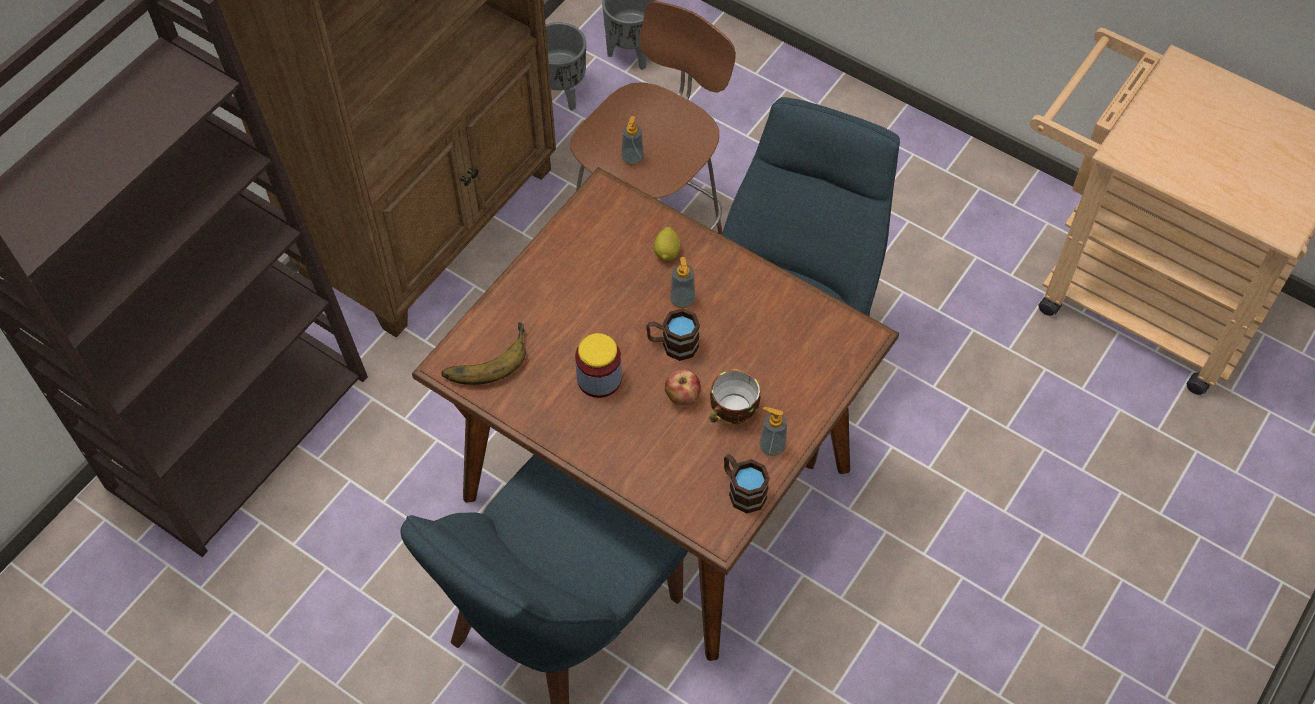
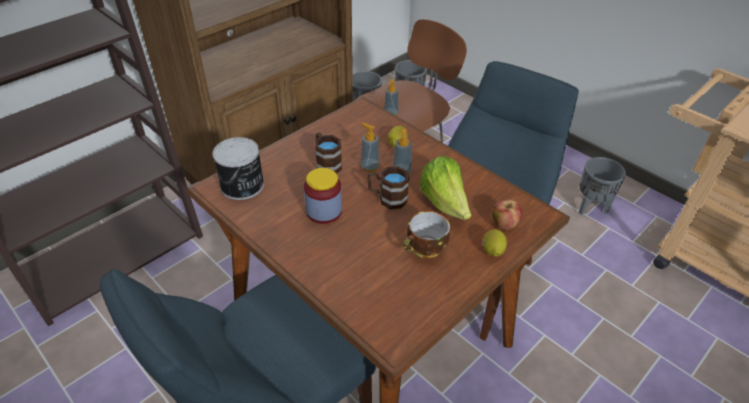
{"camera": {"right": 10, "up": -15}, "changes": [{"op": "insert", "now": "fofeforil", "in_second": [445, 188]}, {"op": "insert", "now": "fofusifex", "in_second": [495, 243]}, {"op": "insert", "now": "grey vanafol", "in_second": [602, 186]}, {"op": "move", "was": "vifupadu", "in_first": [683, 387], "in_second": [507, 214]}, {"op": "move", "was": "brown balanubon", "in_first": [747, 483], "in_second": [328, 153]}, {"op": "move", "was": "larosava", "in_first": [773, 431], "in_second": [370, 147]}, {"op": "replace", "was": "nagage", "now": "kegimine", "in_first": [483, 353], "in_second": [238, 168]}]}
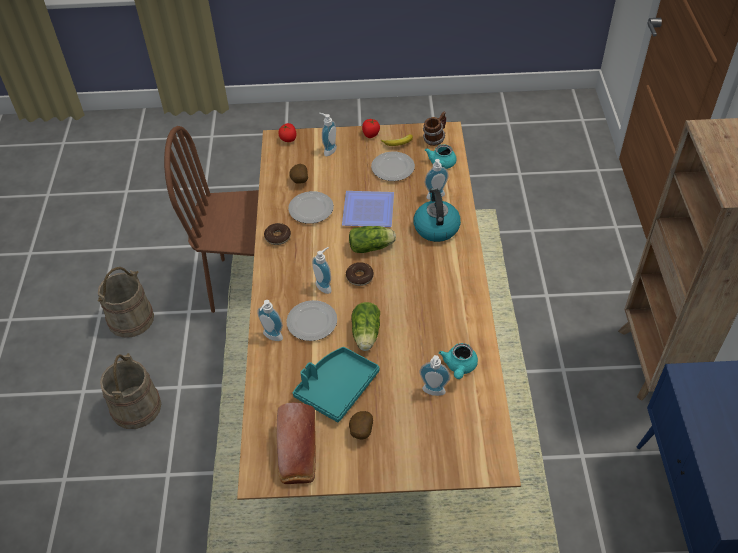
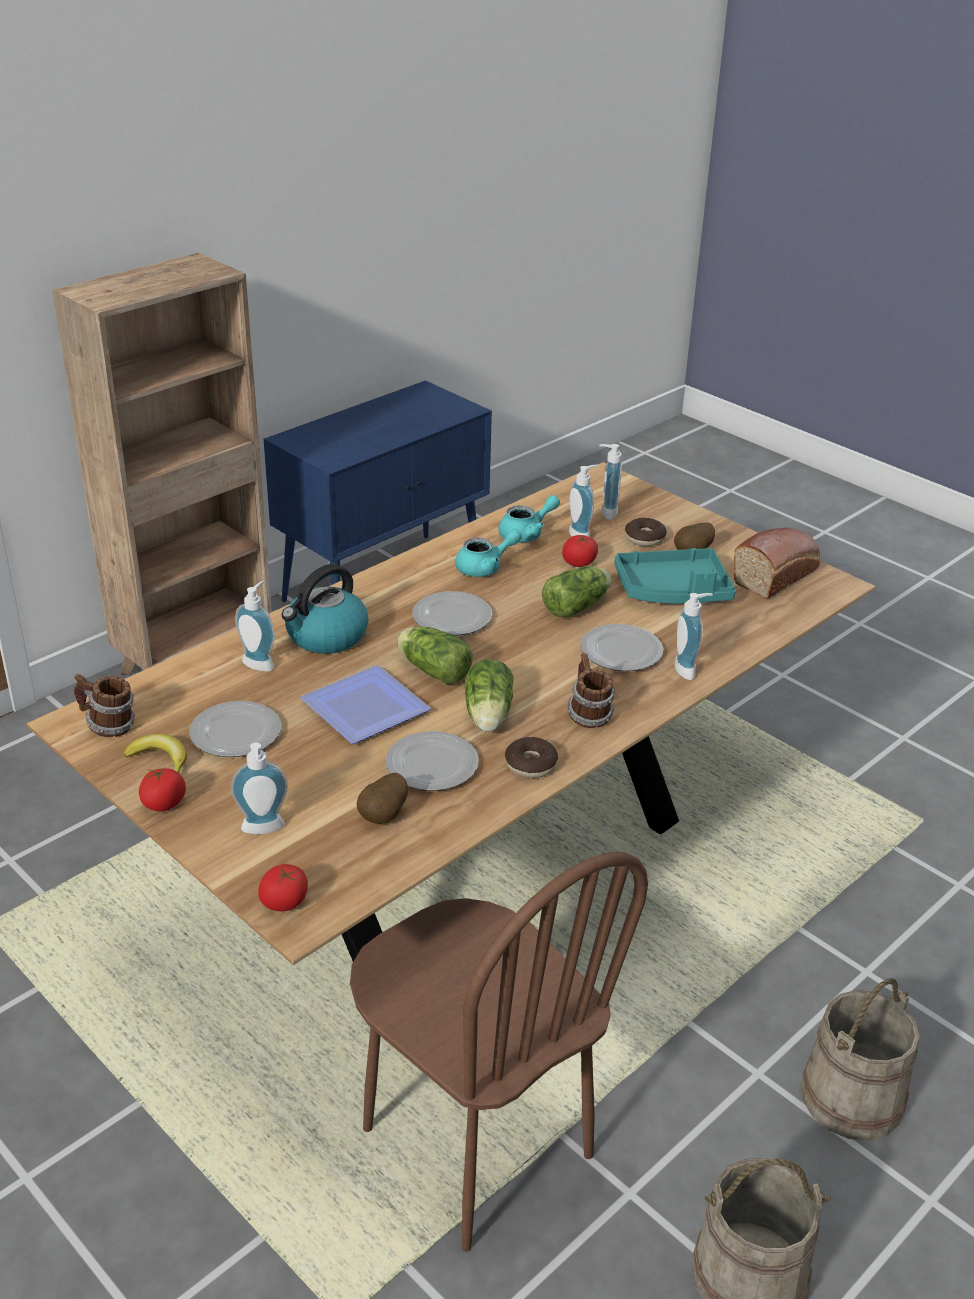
{"camera": {"right": -135, "up": -15}, "changes": [{"op": "insert", "now": "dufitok", "in_second": [452, 613]}, {"op": "insert", "now": "fofeforil", "in_second": [489, 695]}, {"op": "insert", "now": "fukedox", "in_second": [580, 551]}, {"op": "insert", "now": "balanubon", "in_second": [592, 690]}, {"op": "move", "was": "larosava", "in_first": [321, 270], "in_second": [610, 482]}, {"op": "move", "was": "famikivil", "in_first": [360, 274], "in_second": [646, 532]}, {"op": "move", "was": "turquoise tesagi", "in_first": [441, 156], "in_second": [488, 553]}]}
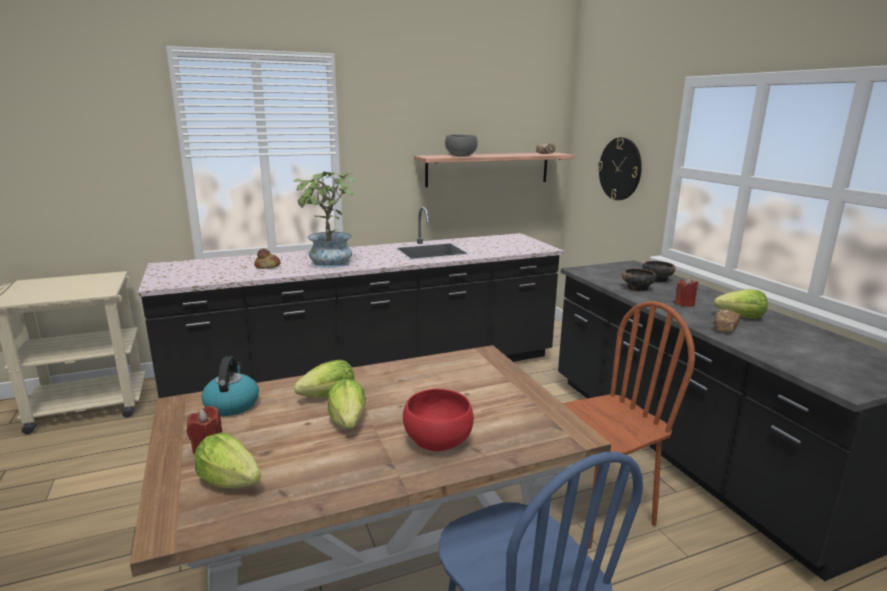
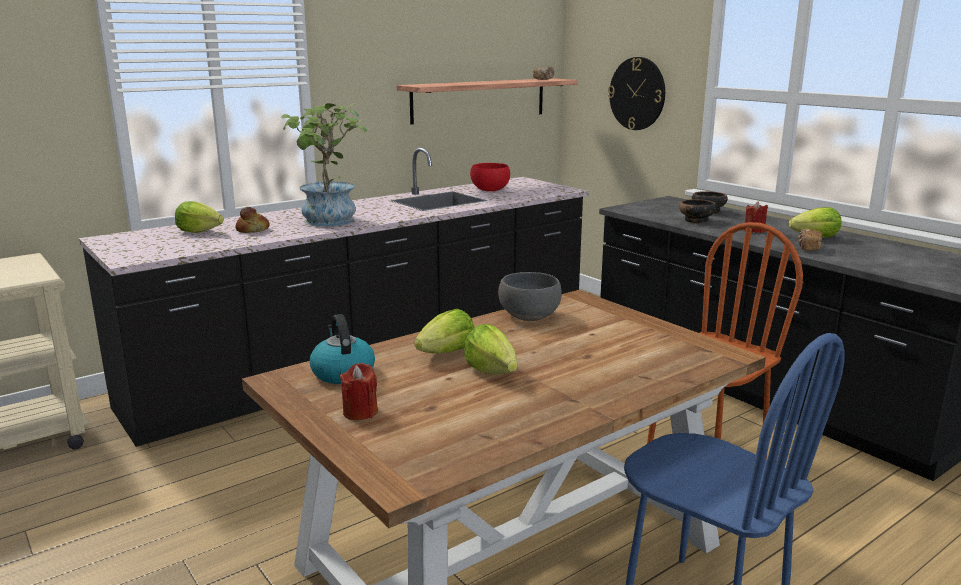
{"camera": {"right": -15, "up": 0}, "changes": [{"op": "move", "was": "fofeforil", "in_first": [227, 460], "in_second": [199, 217]}, {"op": "move", "was": "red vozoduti", "in_first": [438, 420], "in_second": [490, 177]}, {"op": "move", "was": "grey vozoduti", "in_first": [461, 145], "in_second": [530, 296]}]}
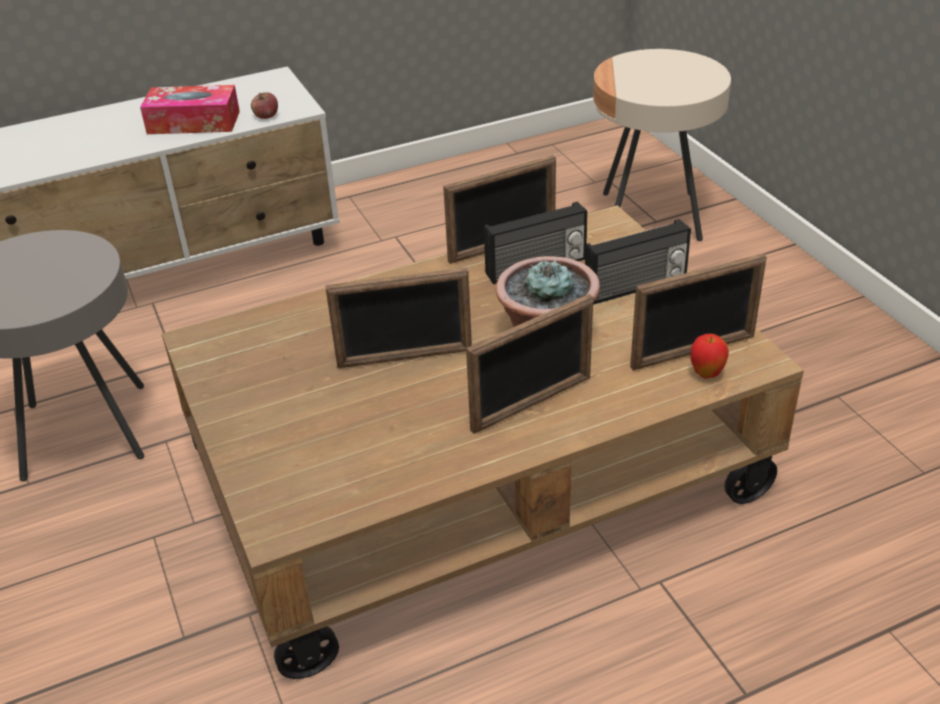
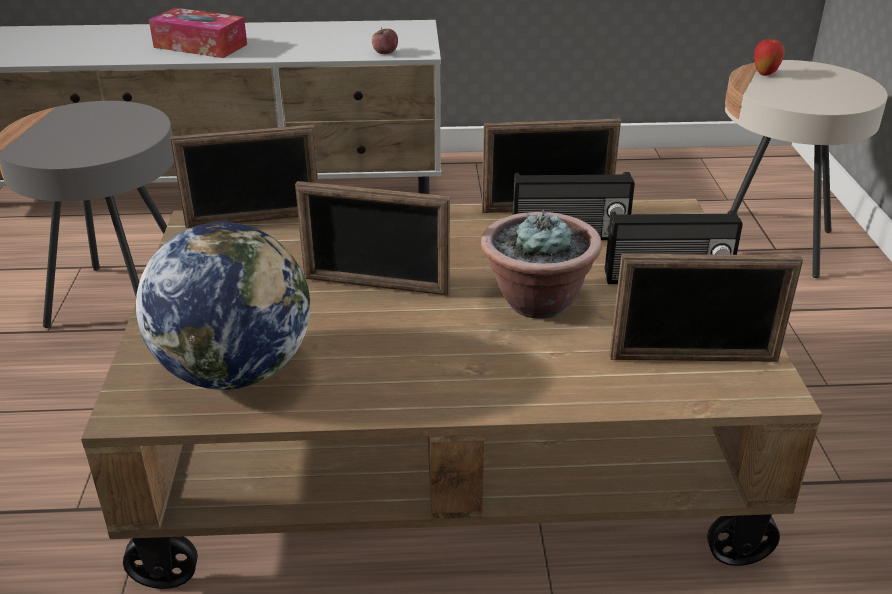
{"camera": {"right": 20, "up": -5}, "changes": [{"op": "insert", "now": "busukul", "in_second": [223, 306]}, {"op": "move", "was": "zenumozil", "in_first": [190, 109], "in_second": [198, 33]}, {"op": "move", "was": "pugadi", "in_first": [529, 364], "in_second": [244, 176]}, {"op": "move", "was": "vifupadu", "in_first": [710, 356], "in_second": [769, 57]}]}
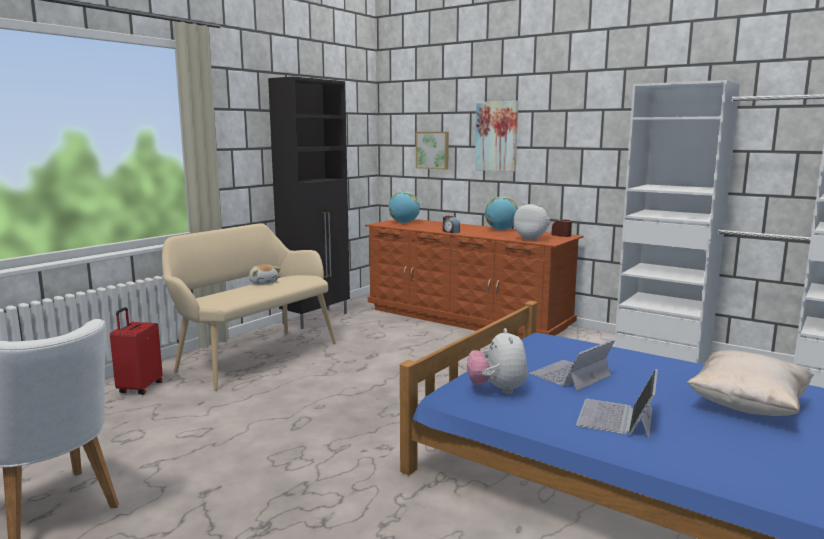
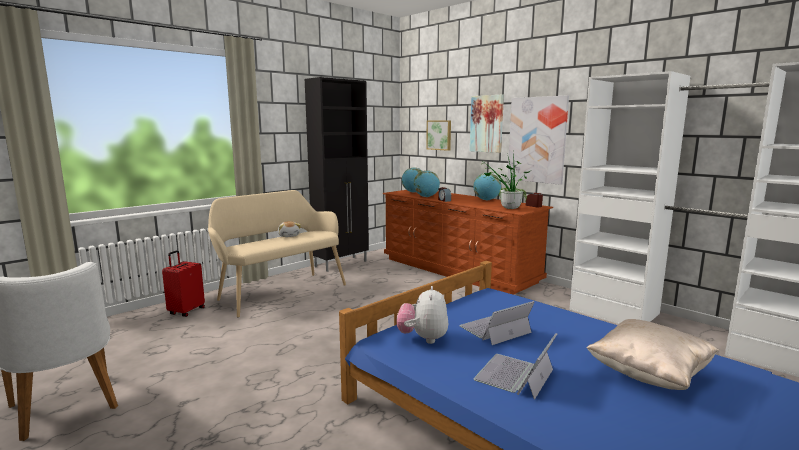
{"camera": {"right": 10, "up": 0}, "changes": [{"op": "insert", "now": "busukul", "in_second": [427, 183]}, {"op": "insert", "now": "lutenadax", "in_second": [538, 140]}, {"op": "replace", "was": "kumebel", "now": "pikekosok", "in_first": [532, 221], "in_second": [506, 181]}]}
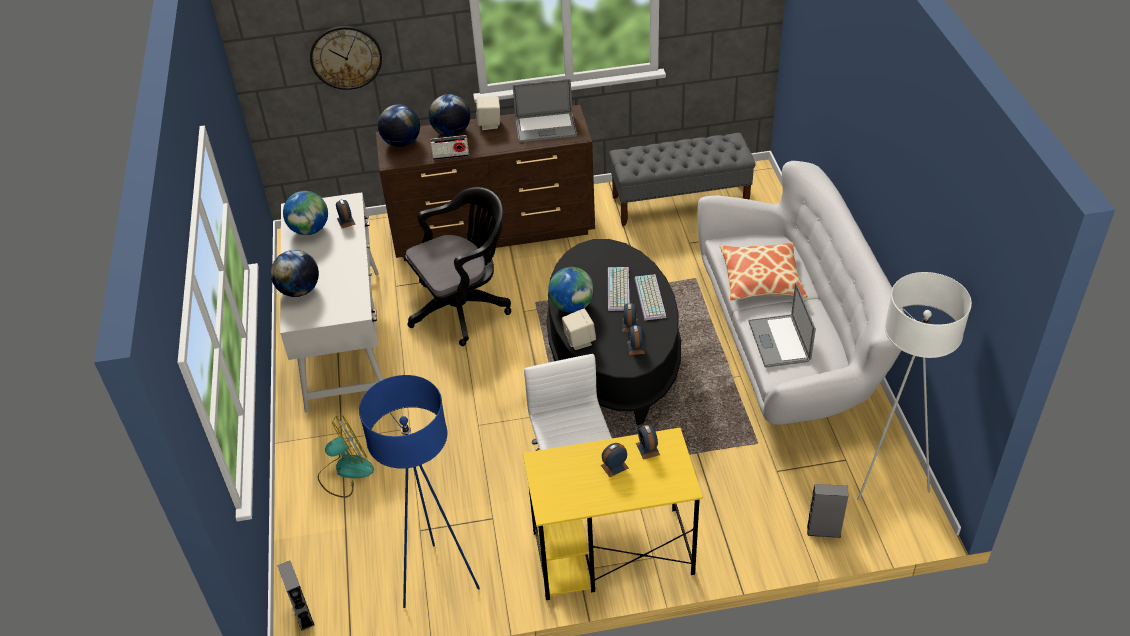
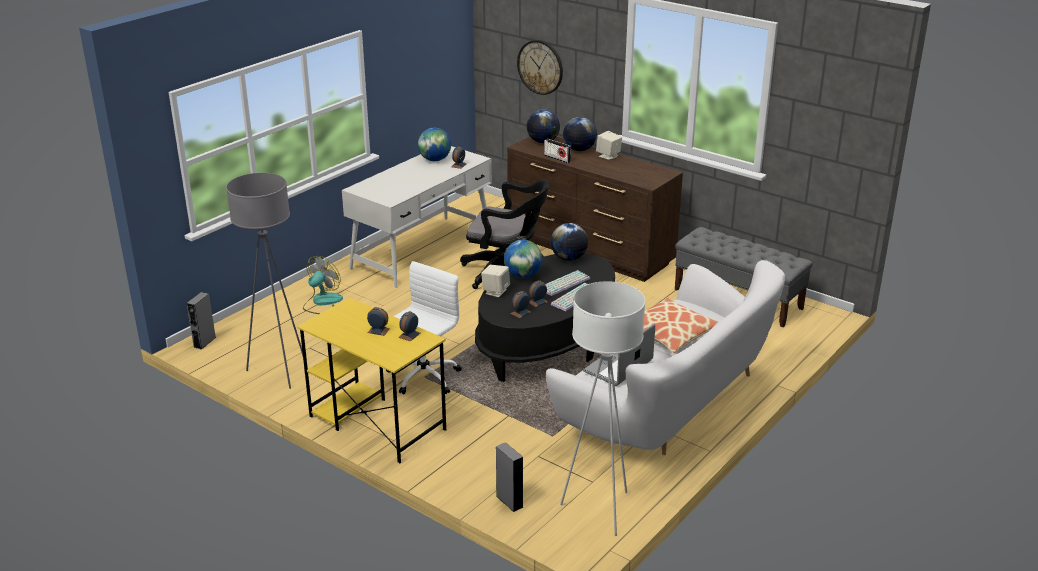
{"camera": {"right": 45, "up": -15}, "changes": [{"op": "delete", "was": "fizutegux", "in_first": [545, 110]}, {"op": "move", "was": "busukul", "in_first": [295, 273], "in_second": [569, 242]}, {"op": "recolor", "was": "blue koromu", "now": "grey koromu", "in_first": [419, 491], "in_second": [264, 281]}, {"op": "rotate", "was": "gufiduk", "in_first": [346, 457], "in_second": [323, 285], "clockwise": -75}]}
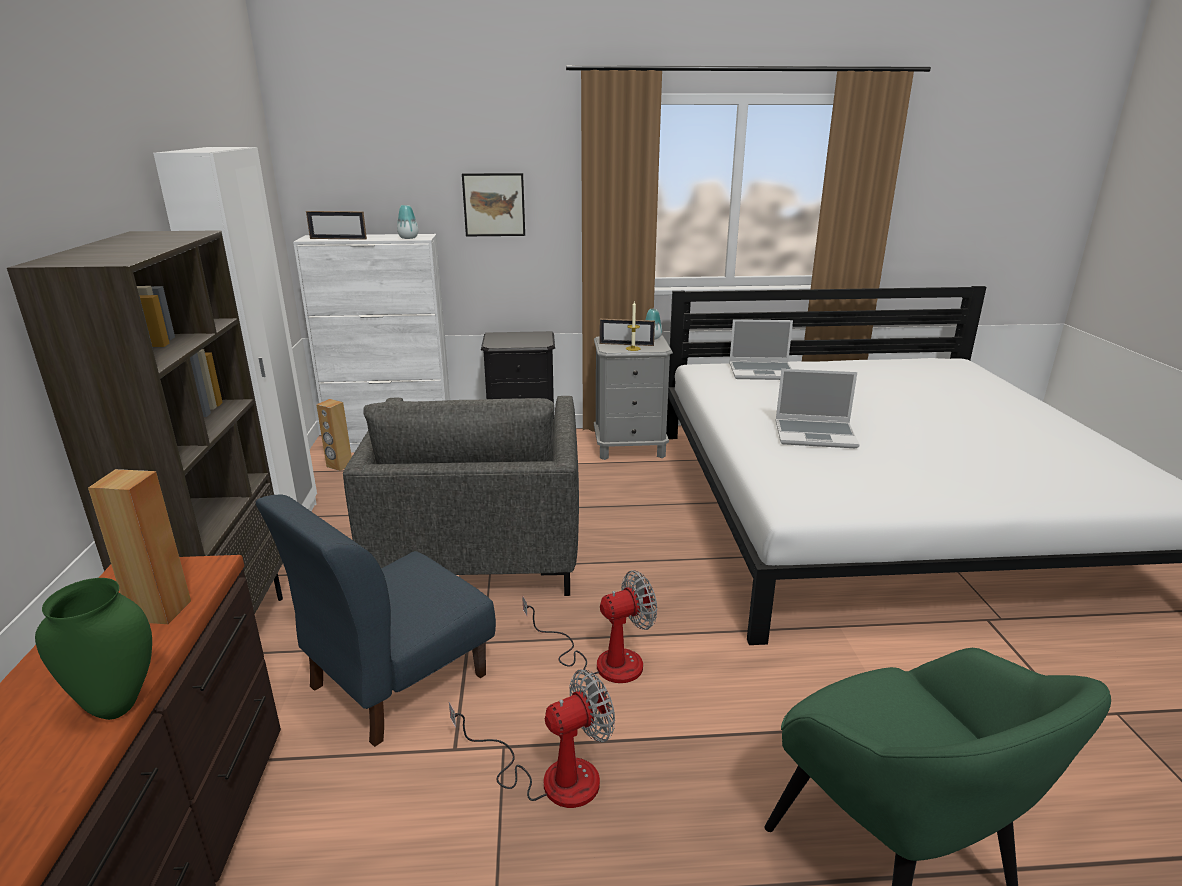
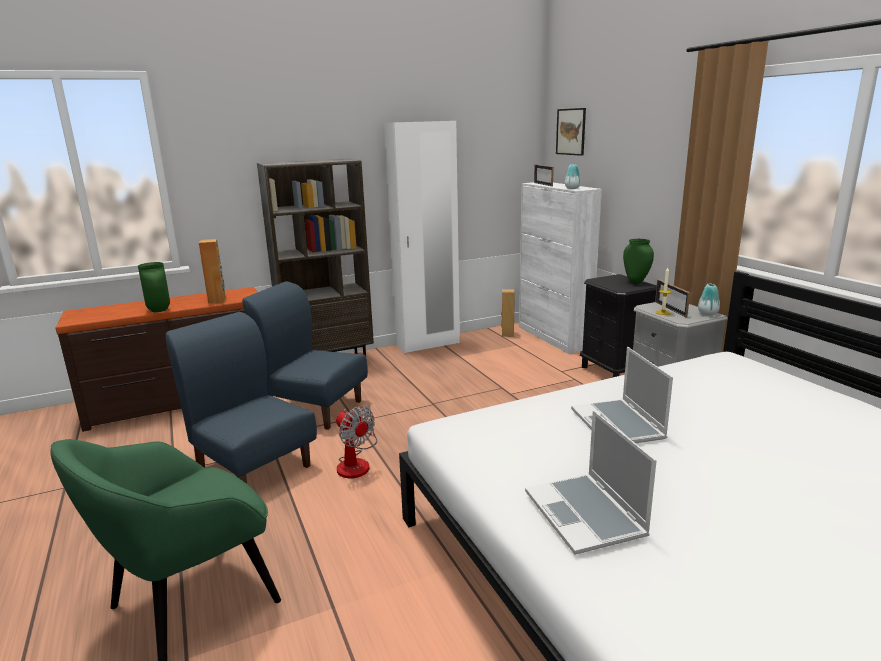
{"camera": {"right": 70, "up": -5}, "changes": [{"op": "delete", "was": "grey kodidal", "in_first": [461, 496]}, {"op": "insert", "now": "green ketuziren", "in_second": [638, 261]}, {"op": "move", "was": "lutenadax", "in_first": [493, 204], "in_second": [571, 132]}, {"op": "move", "was": "fizutegux", "in_first": [761, 349], "in_second": [591, 482]}, {"op": "replace", "was": "gufiduk", "now": "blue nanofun", "in_first": [532, 738], "in_second": [241, 398]}]}
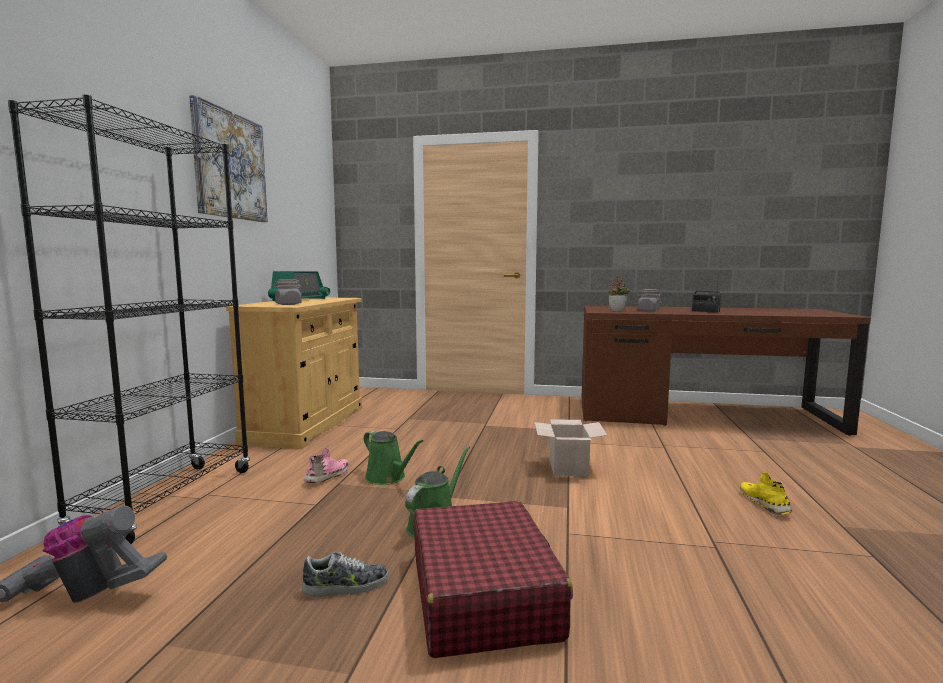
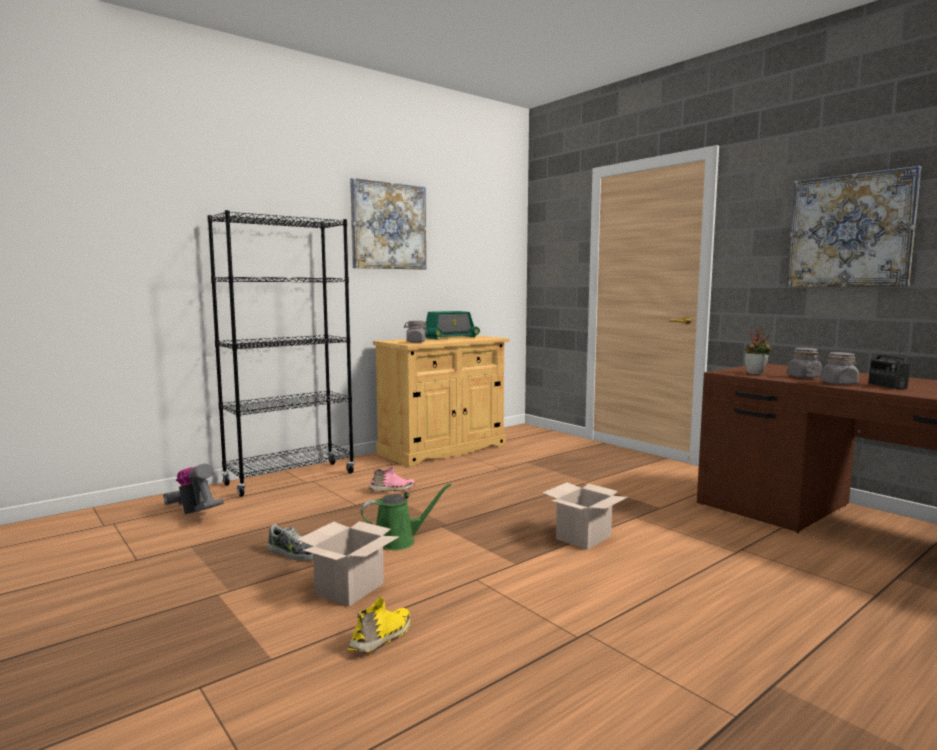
{"camera": {"right": 40, "up": 0}, "changes": [{"op": "delete", "was": "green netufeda", "in_first": [393, 457]}, {"op": "insert", "now": "lutenadax", "in_second": [854, 226]}, {"op": "insert", "now": "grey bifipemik", "in_second": [840, 368]}, {"op": "move", "was": "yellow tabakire", "in_first": [766, 493], "in_second": [379, 624]}, {"op": "replace", "was": "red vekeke", "now": "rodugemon", "in_first": [493, 579], "in_second": [348, 563]}]}
